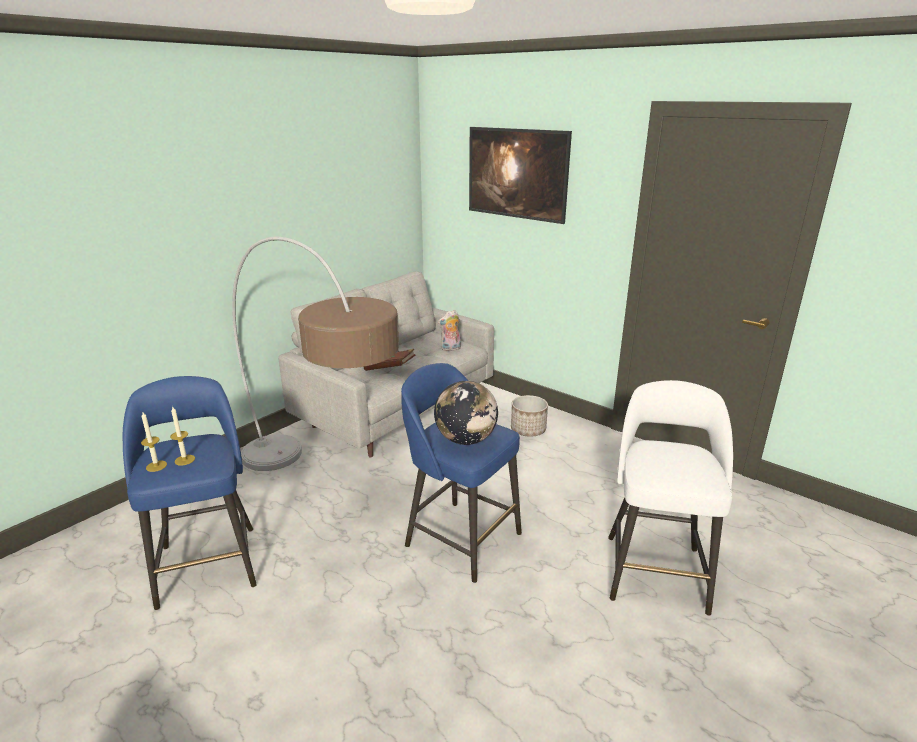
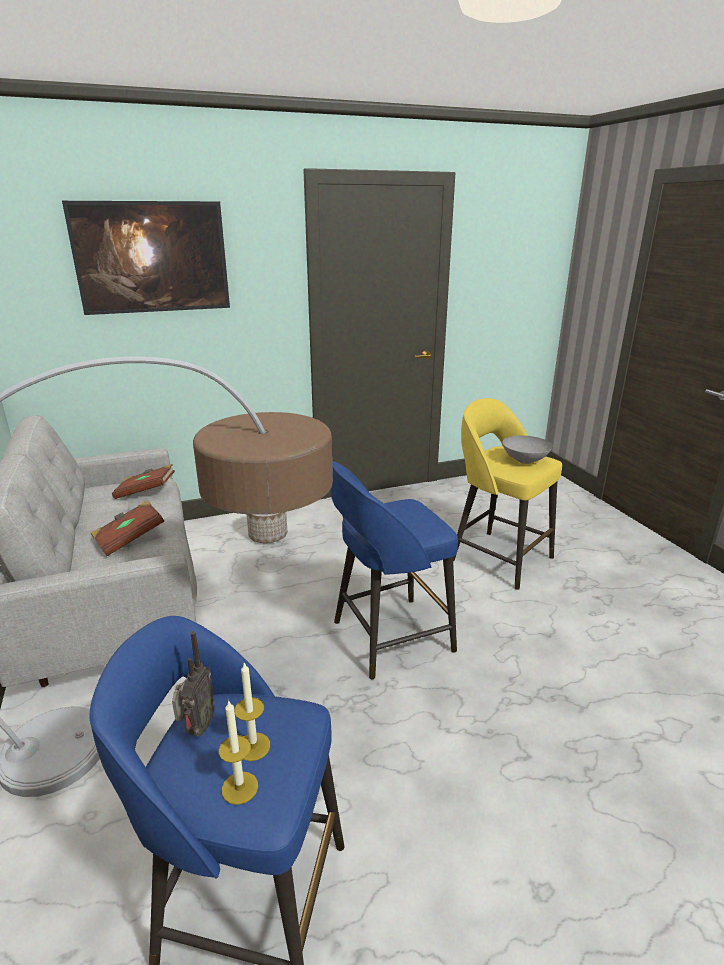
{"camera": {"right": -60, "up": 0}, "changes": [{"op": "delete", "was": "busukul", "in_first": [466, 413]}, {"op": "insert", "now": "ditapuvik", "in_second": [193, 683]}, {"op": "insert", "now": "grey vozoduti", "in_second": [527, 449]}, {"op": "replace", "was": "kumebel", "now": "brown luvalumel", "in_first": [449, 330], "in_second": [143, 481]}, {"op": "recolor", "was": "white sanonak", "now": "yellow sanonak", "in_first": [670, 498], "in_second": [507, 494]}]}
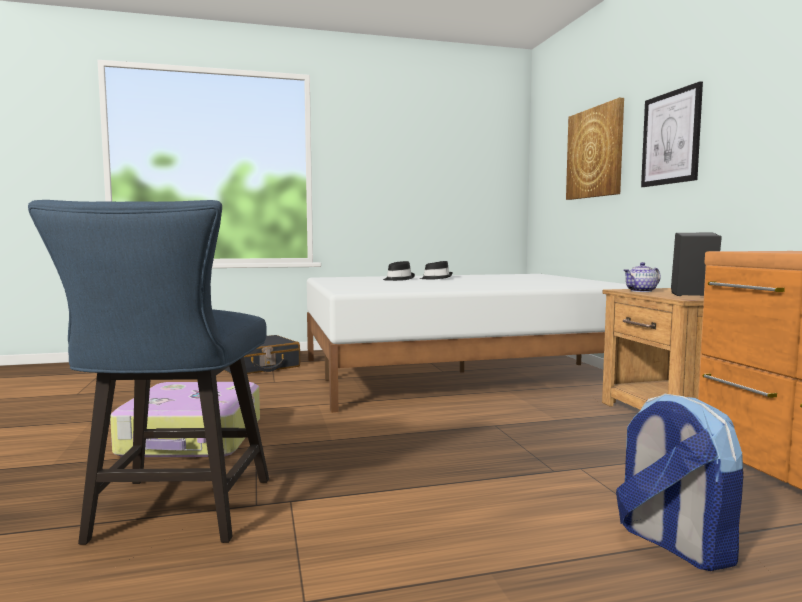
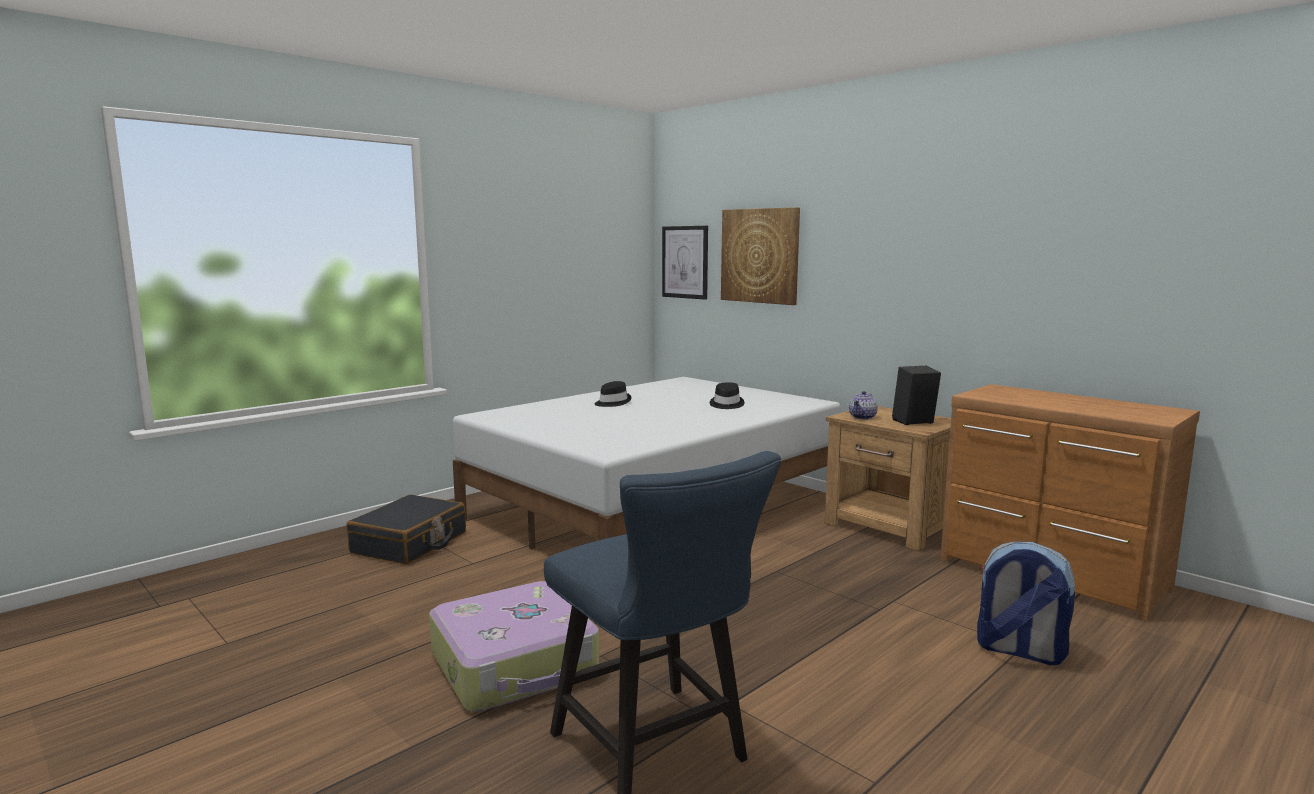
{"camera": {"right": -30, "up": 5}, "changes": [{"op": "move", "was": "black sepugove", "in_first": [399, 271], "in_second": [727, 395]}, {"op": "move", "was": "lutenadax", "in_first": [672, 134], "in_second": [685, 263]}]}
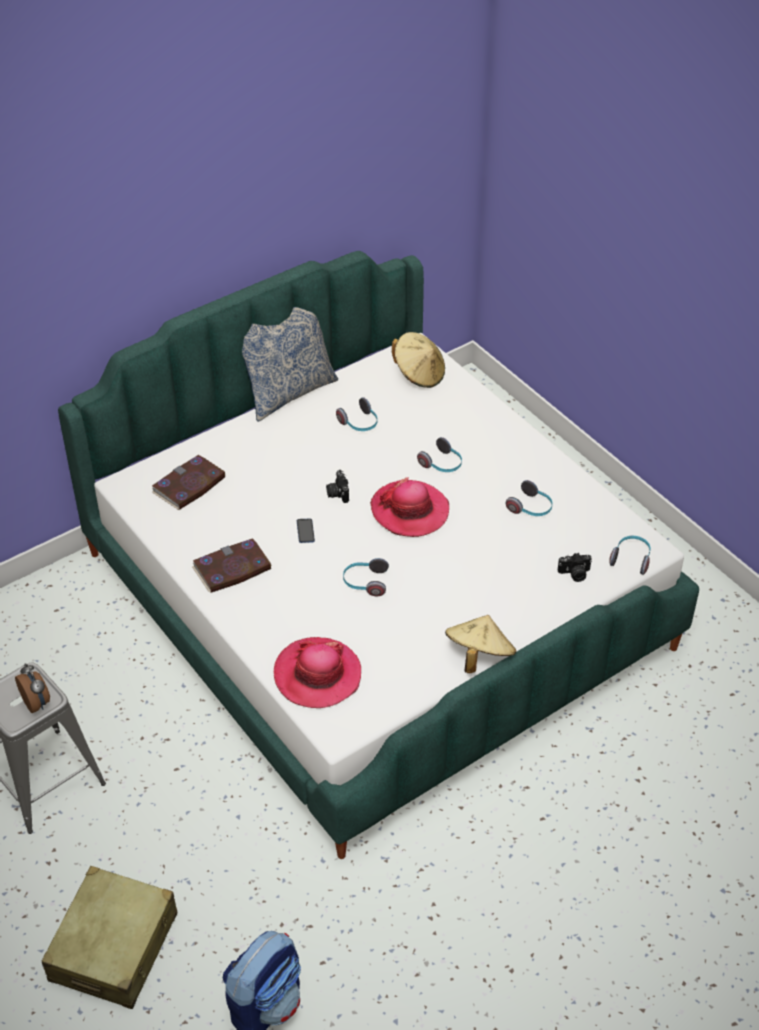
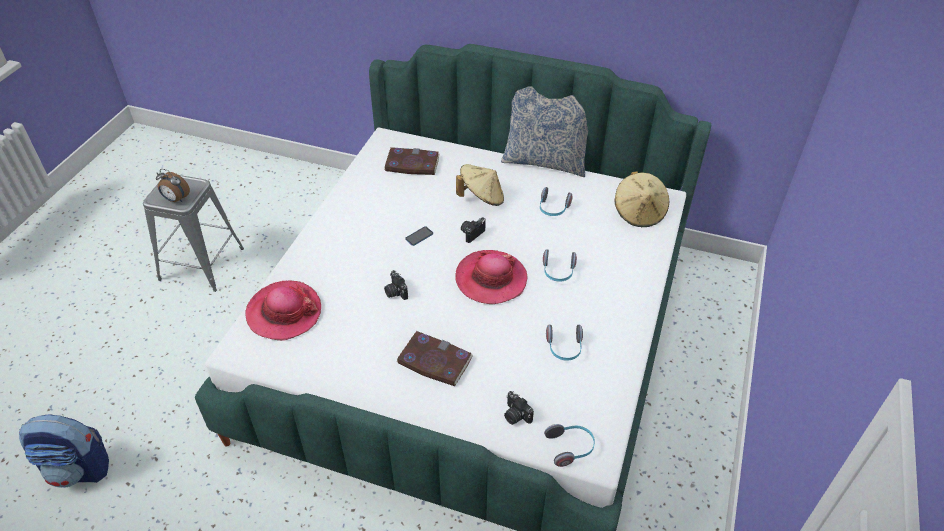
{"camera": {"right": 55, "up": 0}, "changes": [{"op": "delete", "was": "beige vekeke", "in_first": [110, 937]}, {"op": "move", "was": "luvalumel", "in_first": [232, 565], "in_second": [435, 358]}, {"op": "move", "was": "beige sepugove", "in_first": [480, 644], "in_second": [480, 185]}, {"op": "replace", "was": "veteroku", "now": "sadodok", "in_first": [366, 577], "in_second": [396, 285]}, {"op": "rotate", "was": "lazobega", "in_first": [32, 688], "in_second": [173, 185], "clockwise": 90}]}
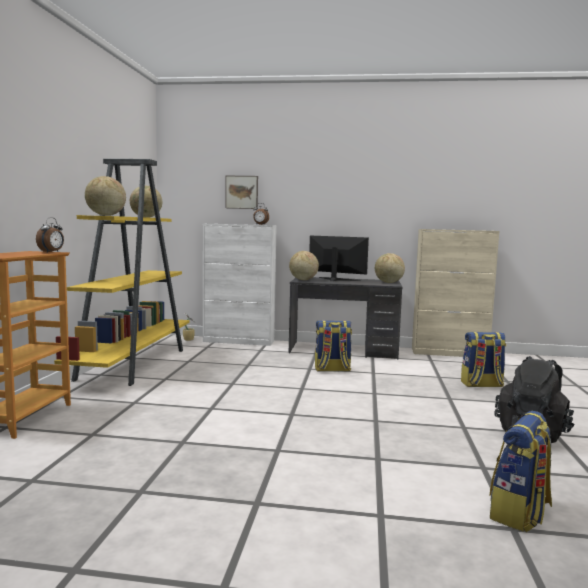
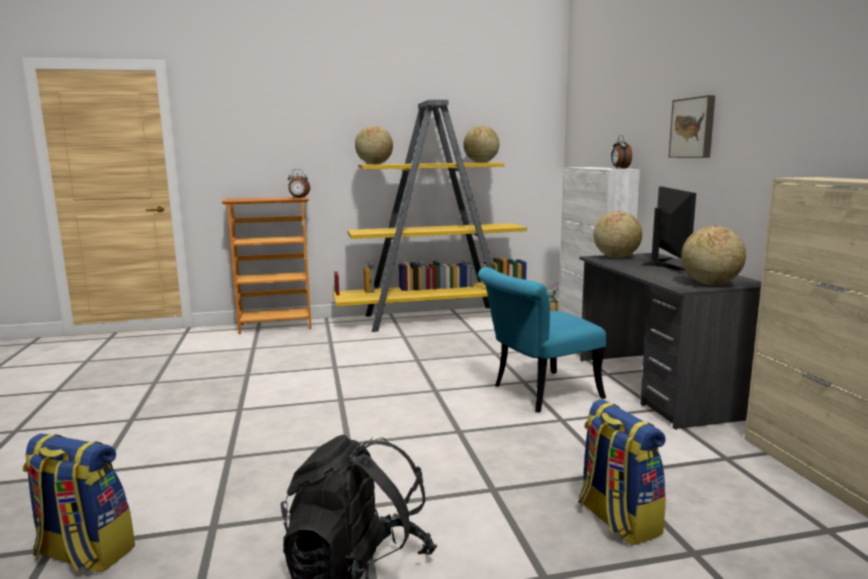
{"camera": {"right": 70, "up": 5}, "changes": [{"op": "move", "was": "lutenadax", "in_first": [241, 192], "in_second": [692, 126]}, {"op": "replace", "was": "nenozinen", "now": "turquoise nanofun", "in_first": [333, 346], "in_second": [542, 340]}]}
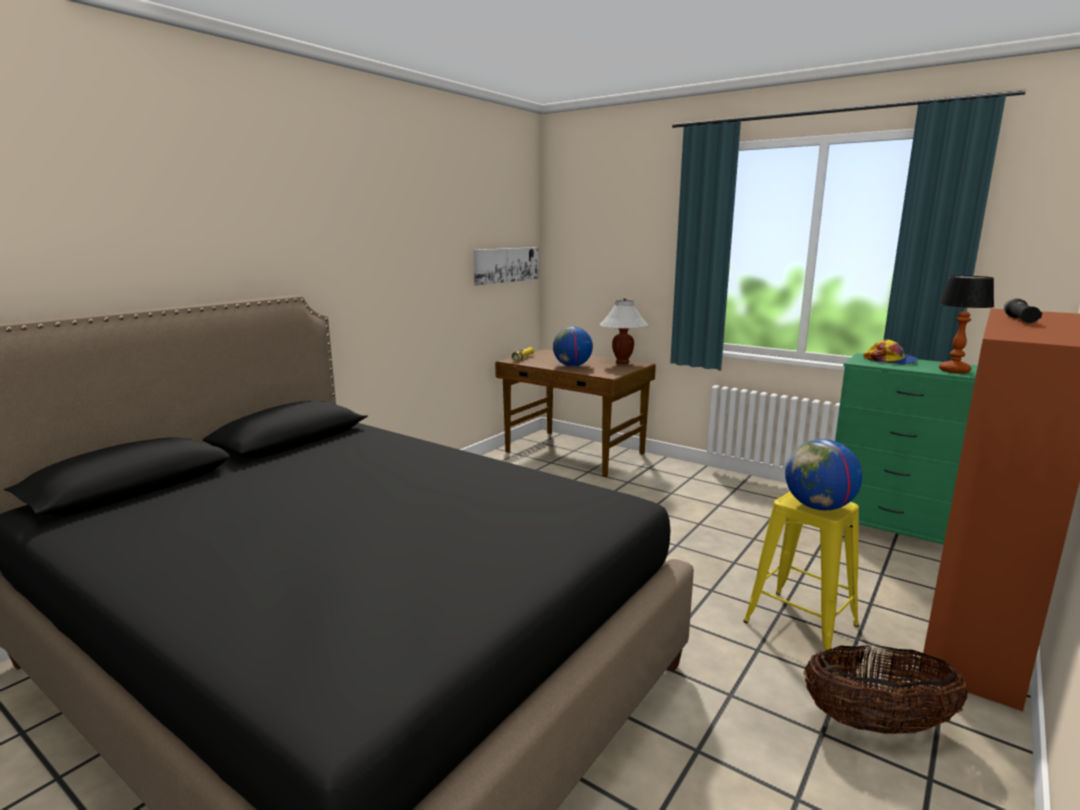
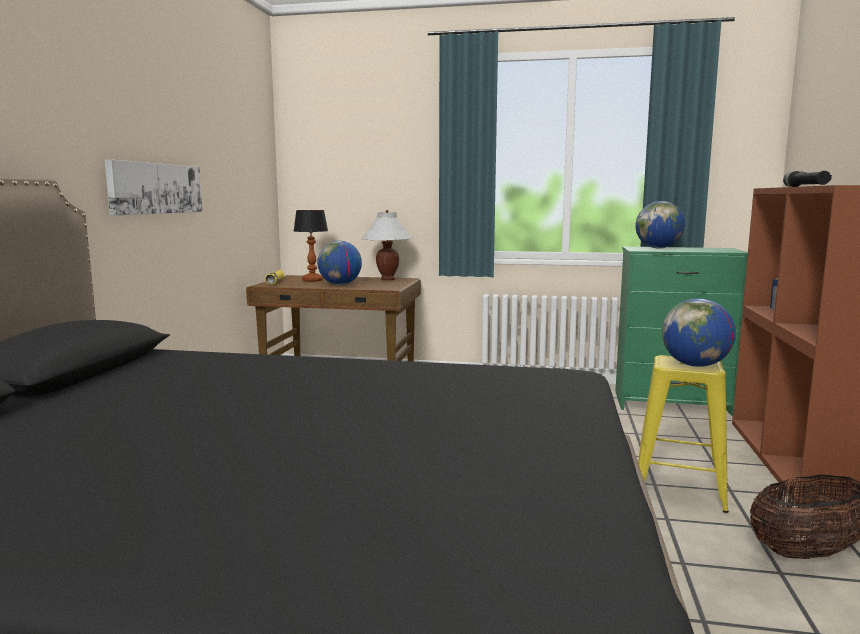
{"camera": {"right": -25, "up": -5}, "changes": [{"op": "move", "was": "lutenadax", "in_first": [505, 266], "in_second": [154, 188]}, {"op": "move", "was": "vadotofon", "in_first": [966, 324], "in_second": [311, 246]}, {"op": "replace", "was": "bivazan", "now": "busukul", "in_first": [891, 352], "in_second": [660, 225]}]}
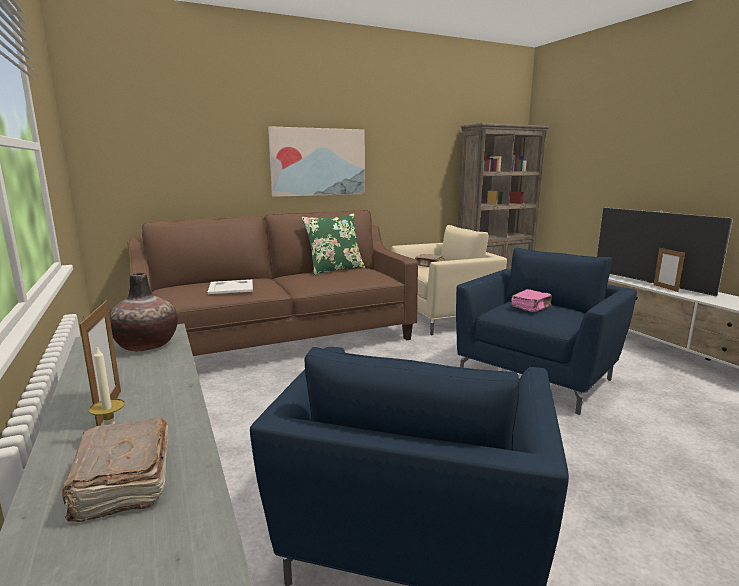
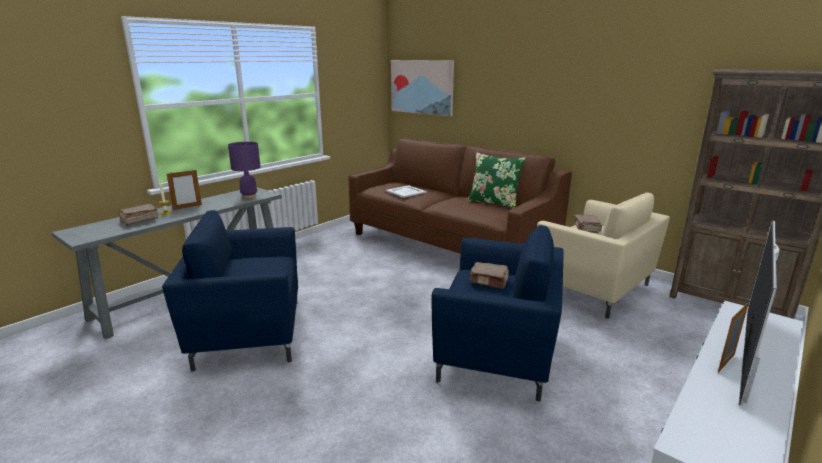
{"camera": {"right": 65, "up": 5}, "changes": [{"op": "move", "was": "lutenadax", "in_first": [316, 161], "in_second": [422, 88]}, {"op": "replace", "was": "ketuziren", "now": "purple vadotofon", "in_first": [143, 312], "in_second": [244, 170]}, {"op": "recolor", "was": "pink luvalumel", "now": "brown luvalumel", "in_first": [531, 300], "in_second": [489, 275]}]}
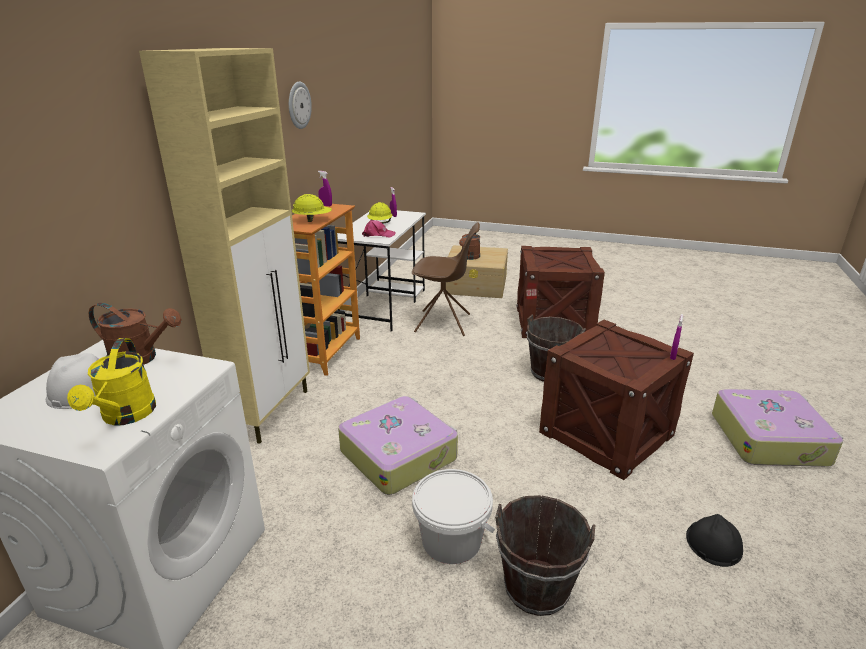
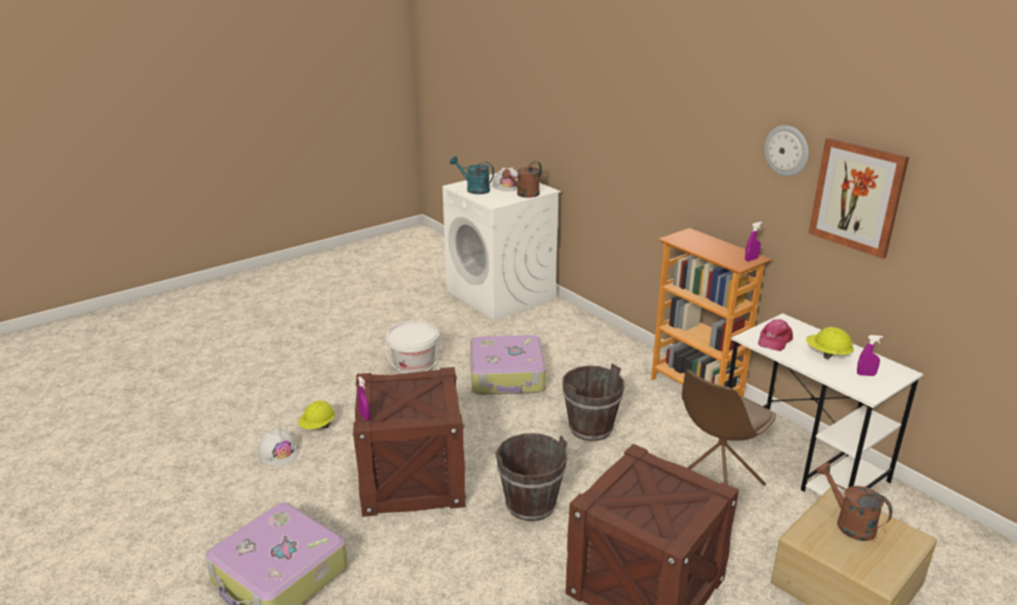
{"camera": {"right": 125, "up": 0}, "changes": [{"op": "delete", "was": "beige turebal", "in_first": [224, 246]}, {"op": "insert", "now": "lutenadax", "in_second": [859, 198]}, {"op": "move", "was": "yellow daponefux", "in_first": [312, 208], "in_second": [316, 414]}, {"op": "move", "was": "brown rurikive", "in_first": [545, 555], "in_second": [593, 402]}, {"op": "recolor", "was": "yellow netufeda", "now": "turquoise netufeda", "in_first": [111, 382], "in_second": [472, 175]}, {"op": "recolor", "was": "black daponefux", "now": "white daponefux", "in_first": [714, 540], "in_second": [279, 447]}]}
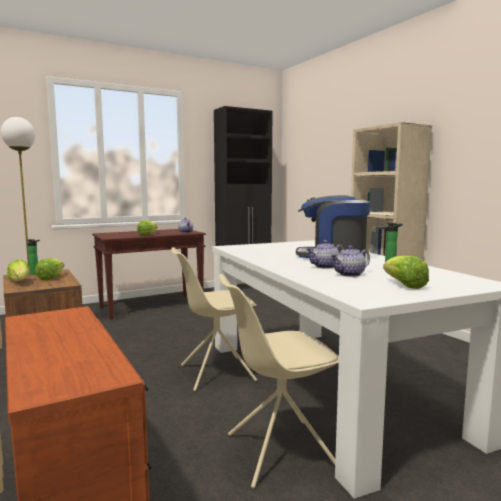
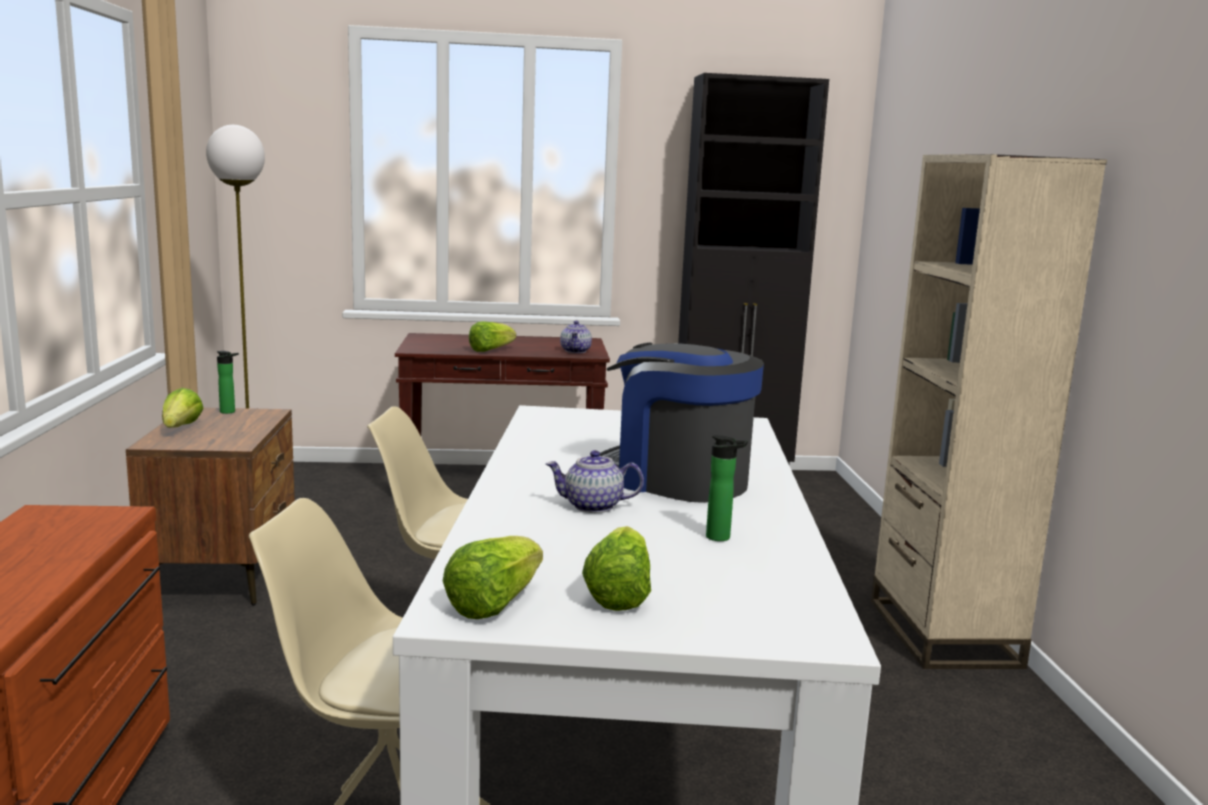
{"camera": {"right": 25, "up": 5}, "changes": [{"op": "delete", "was": "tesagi", "in_first": [350, 261]}, {"op": "move", "was": "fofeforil", "in_first": [49, 269], "in_second": [493, 577]}]}
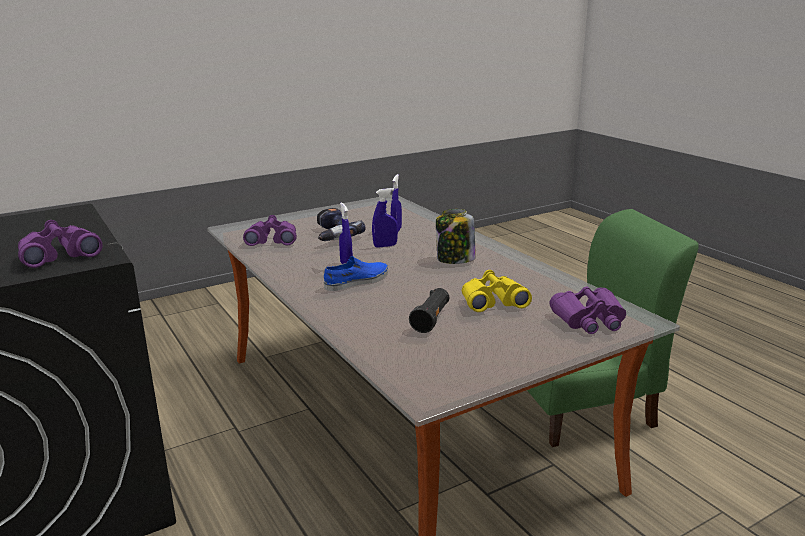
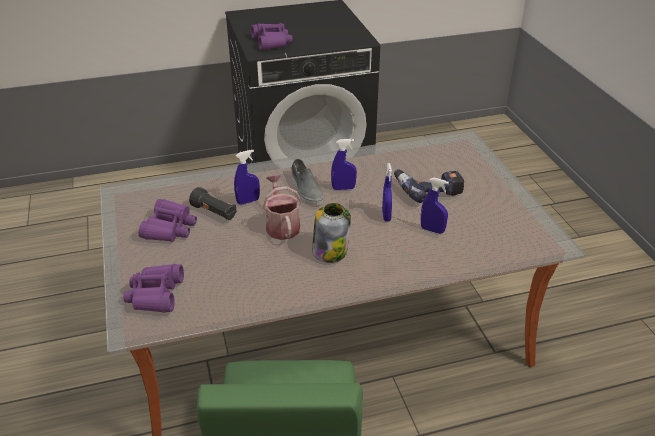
{"camera": {"right": 105, "up": 15}, "changes": [{"op": "delete", "was": "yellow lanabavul", "in_first": [497, 291]}, {"op": "insert", "now": "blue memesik", "in_second": [247, 177]}, {"op": "insert", "now": "netufeda", "in_second": [282, 207]}, {"op": "move", "was": "purple lanabavul", "in_first": [270, 230], "in_second": [168, 220]}, {"op": "recolor", "was": "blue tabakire", "now": "grey tabakire", "in_first": [356, 273], "in_second": [307, 182]}]}
